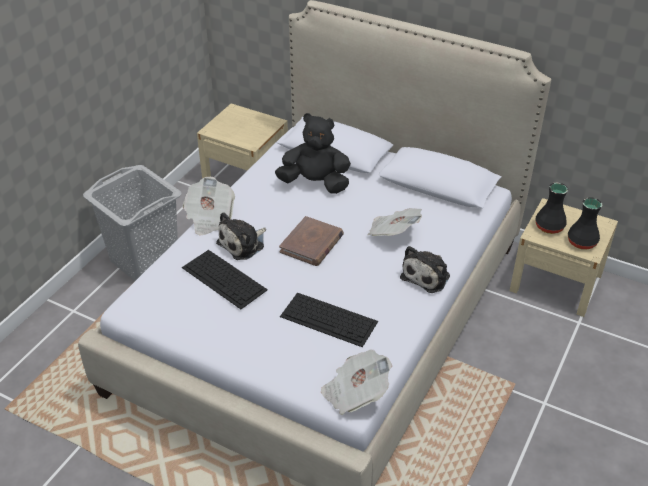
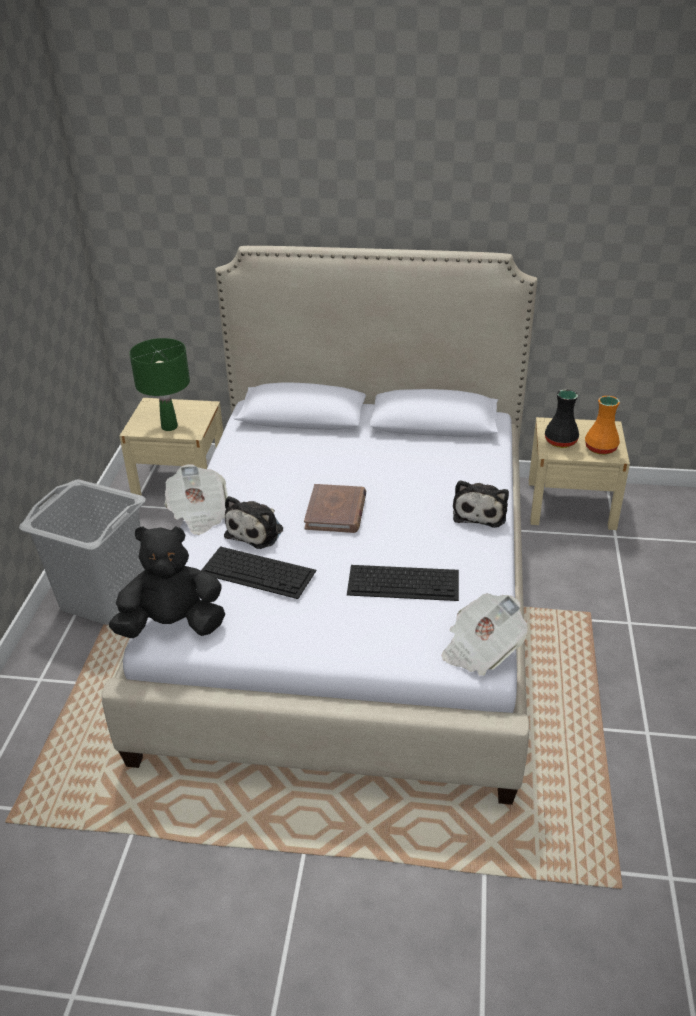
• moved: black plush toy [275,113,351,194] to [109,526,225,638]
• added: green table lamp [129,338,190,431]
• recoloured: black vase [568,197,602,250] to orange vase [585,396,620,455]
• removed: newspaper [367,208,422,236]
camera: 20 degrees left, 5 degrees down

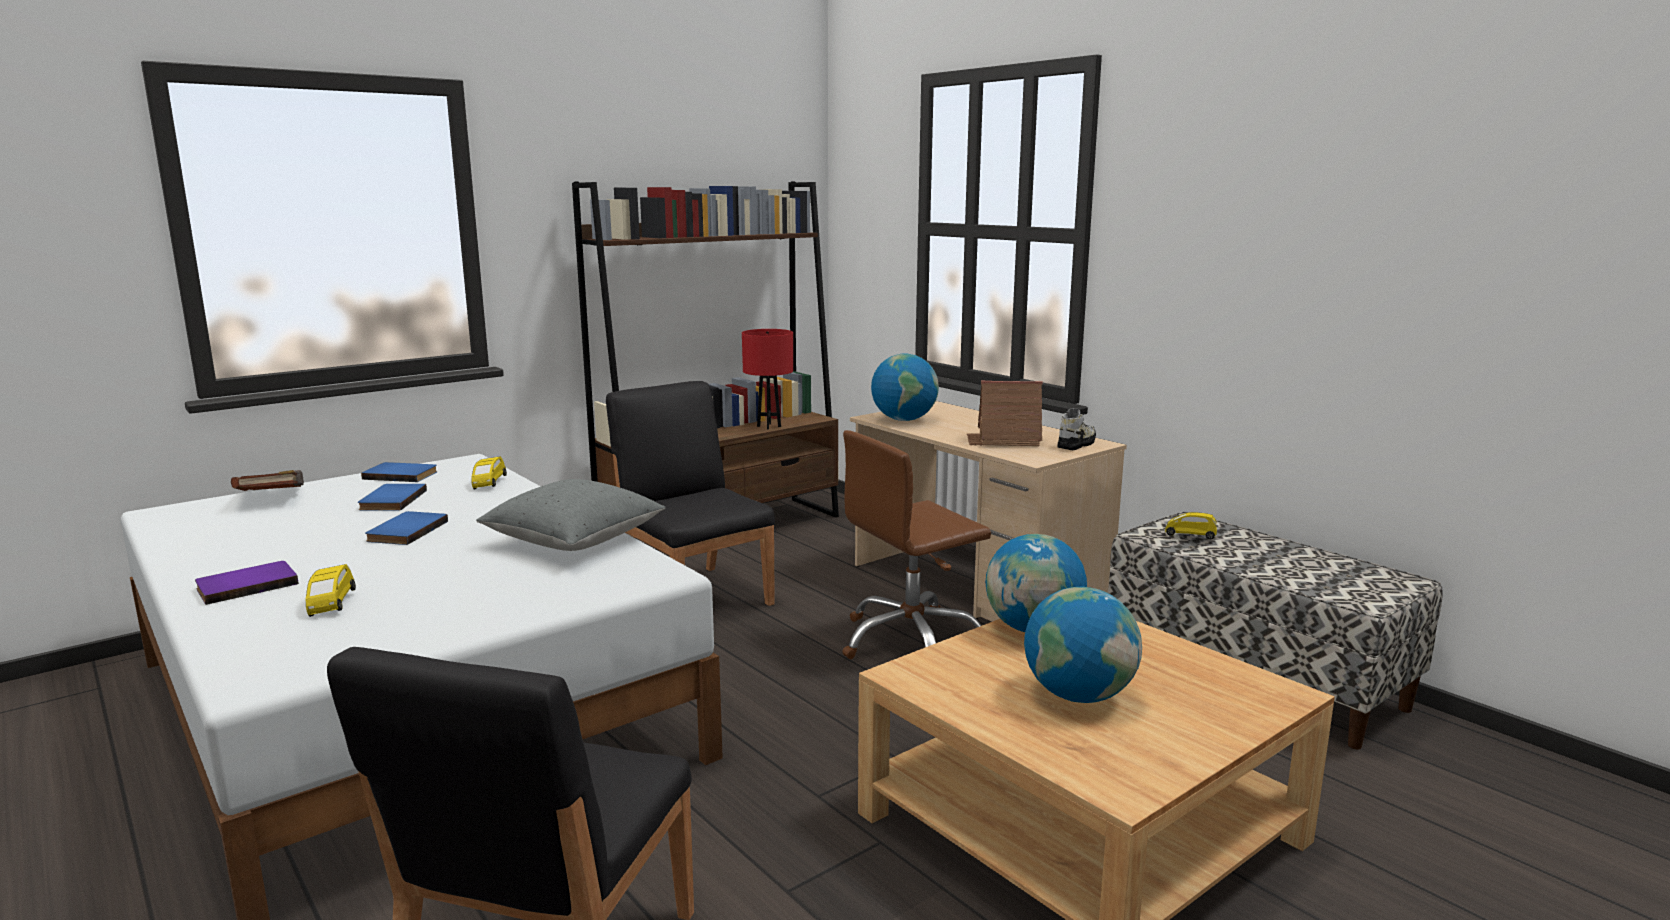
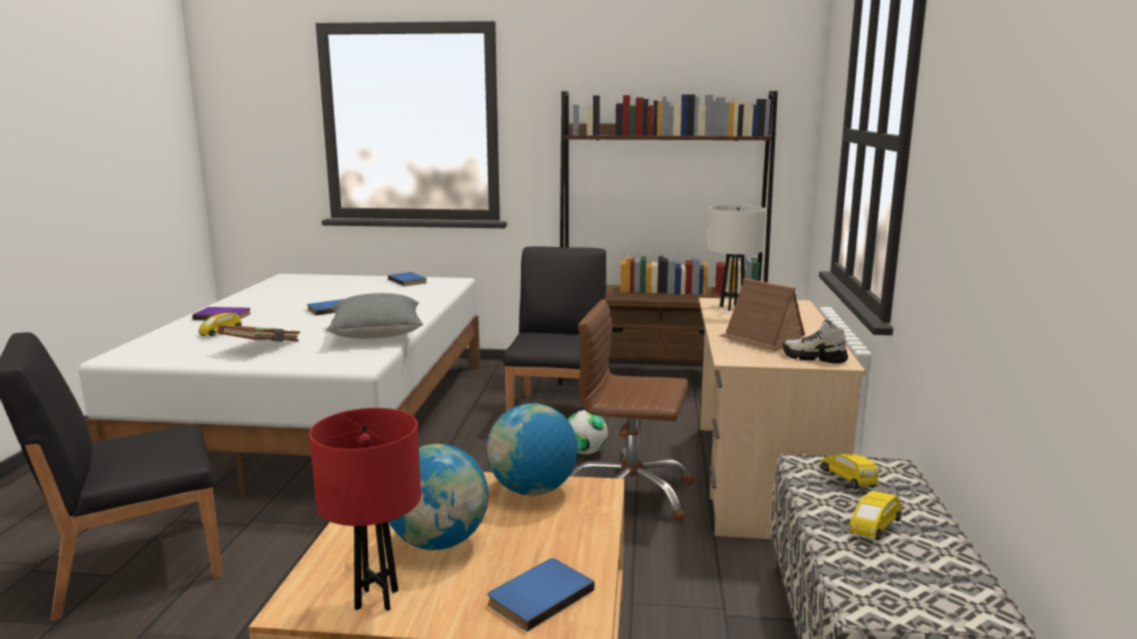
• moved: brown book [231,470,304,491] to [218,325,301,342]
• moved: red table lamp [742,329,793,429] to [309,408,421,611]
• moved: blue book [358,484,427,510] to [488,558,595,631]
• added: football [568,410,608,454]
• replaced: globe [871,354,939,421] to white table lamp [709,205,766,311]
• turned: shoe [1057,408,1096,450] = [782,320,848,364] 150 degrees counterclockwise
• moved: yellow toy car [471,456,507,489] to [849,490,902,540]
camera: 45 degrees right, 0 degrees up

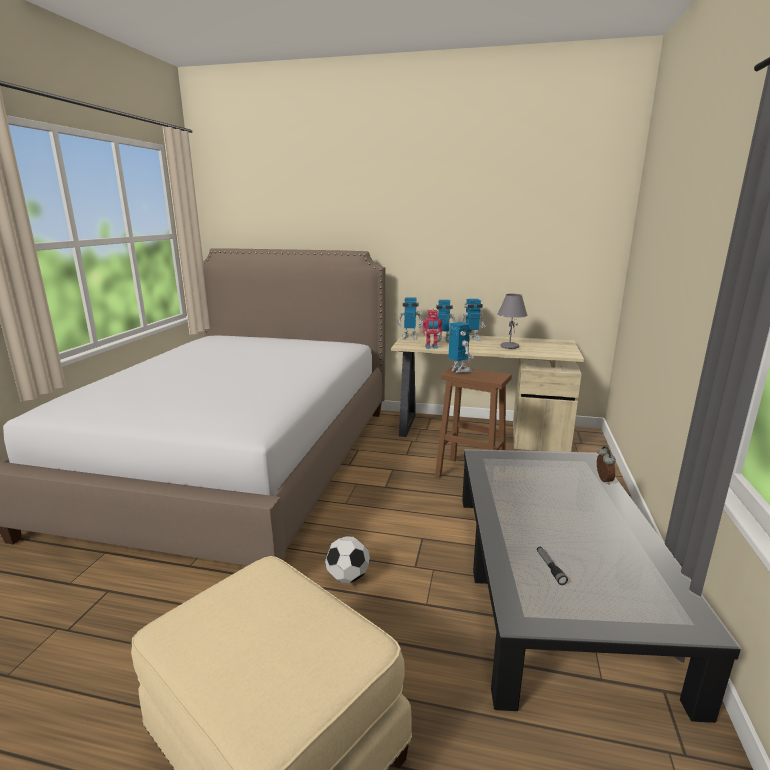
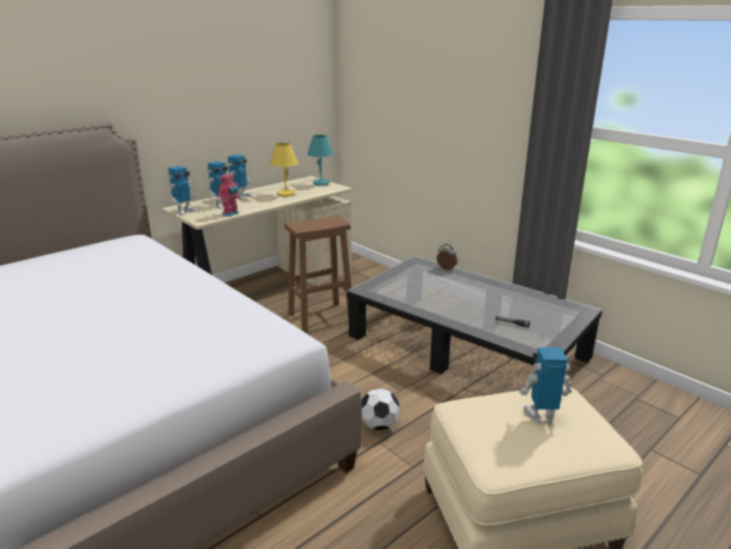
• recoloured: grey table lamp [498,294,528,349] to yellow table lamp [270,143,298,197]
• added: turquoise table lamp [307,135,334,185]
• moved: toy robot [448,322,474,373] to [519,347,572,425]
camera: 55 degrees left, 5 degrees up

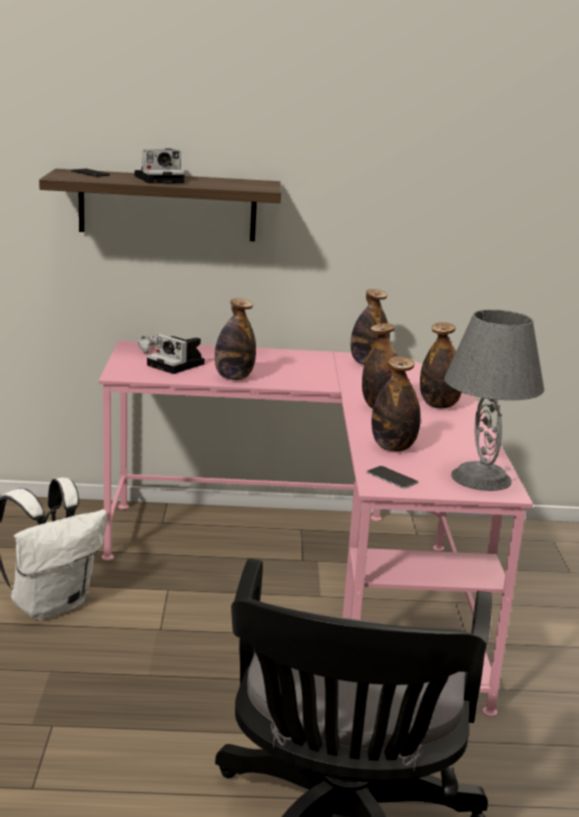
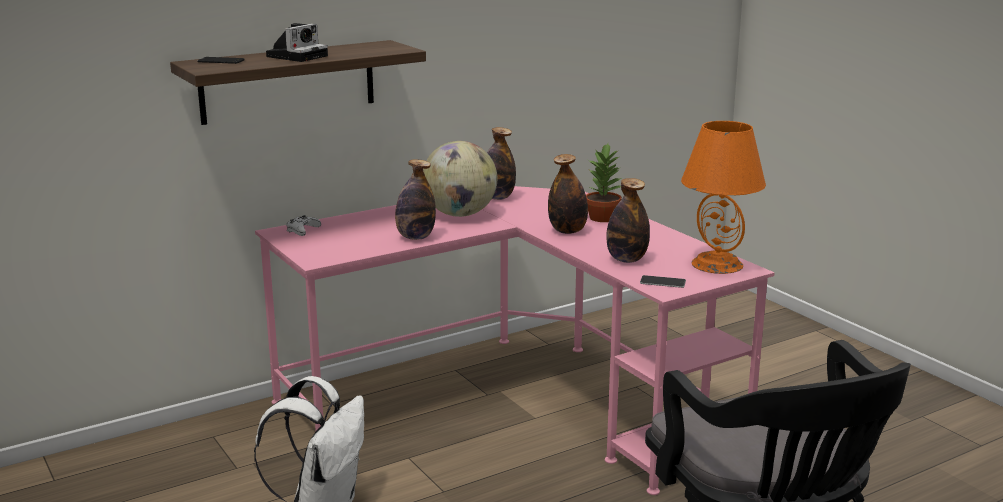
• added: globe [423,141,497,217]
• replaced: bottle [420,323,462,408] to potted plant [586,143,622,222]
• recoloured: grey table lamp [444,310,545,491] to orange table lamp [681,121,766,274]
• removed: photo camera [147,334,205,374]
camera: 30 degrees left, 0 degrees up

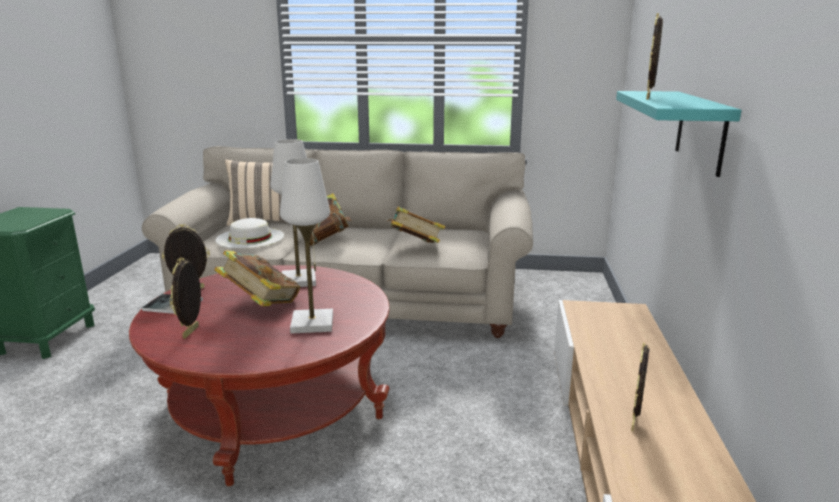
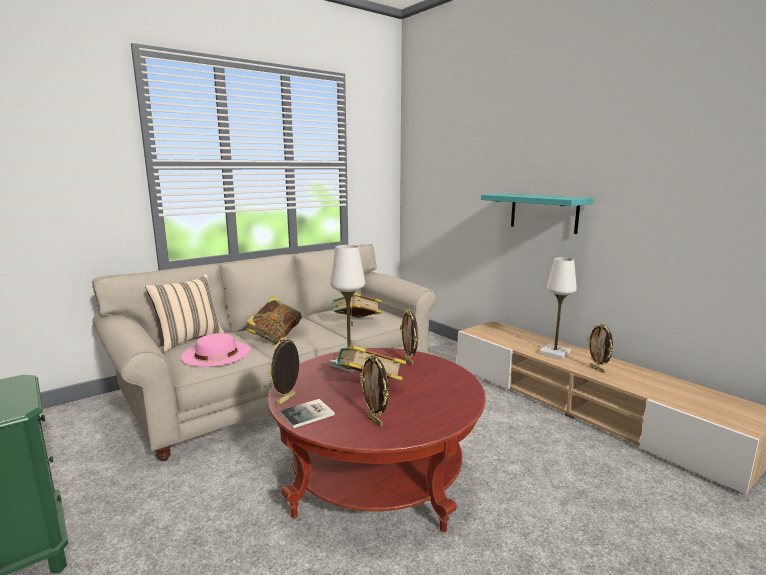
• recoloured: white hat [215,218,284,249] to pink hat [181,333,250,367]
• moved: picture frame [646,13,663,100] to [401,309,418,366]
• moved: white table lamp [280,158,333,334] to [540,257,577,360]
camera: 45 degrees left, 5 degrees down

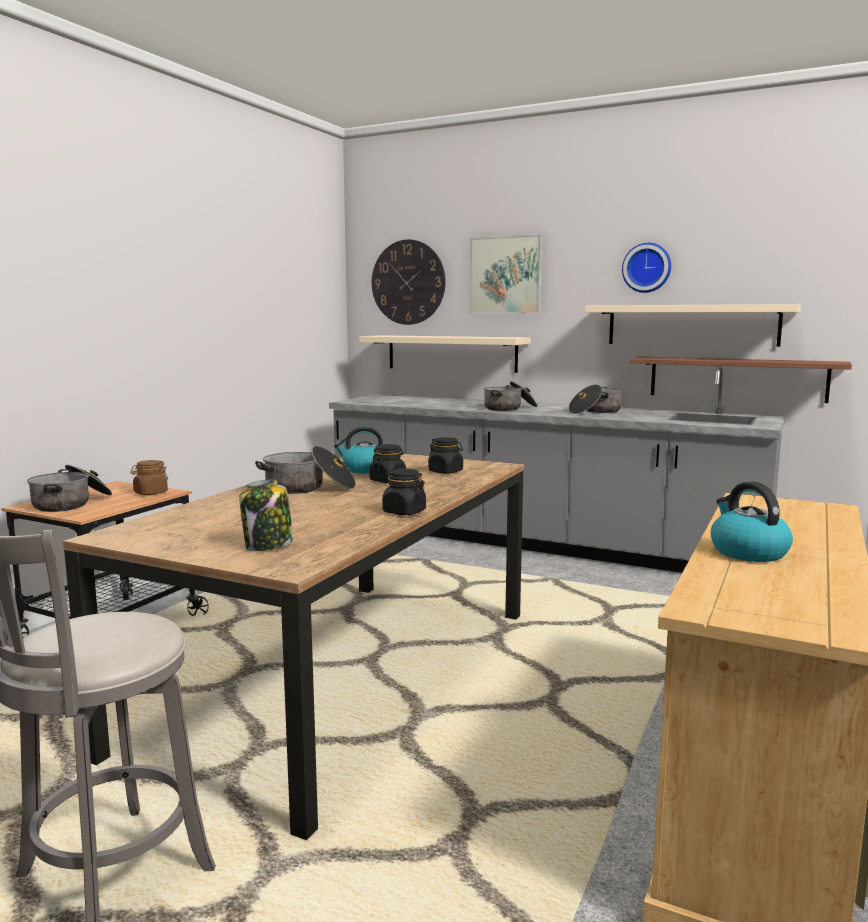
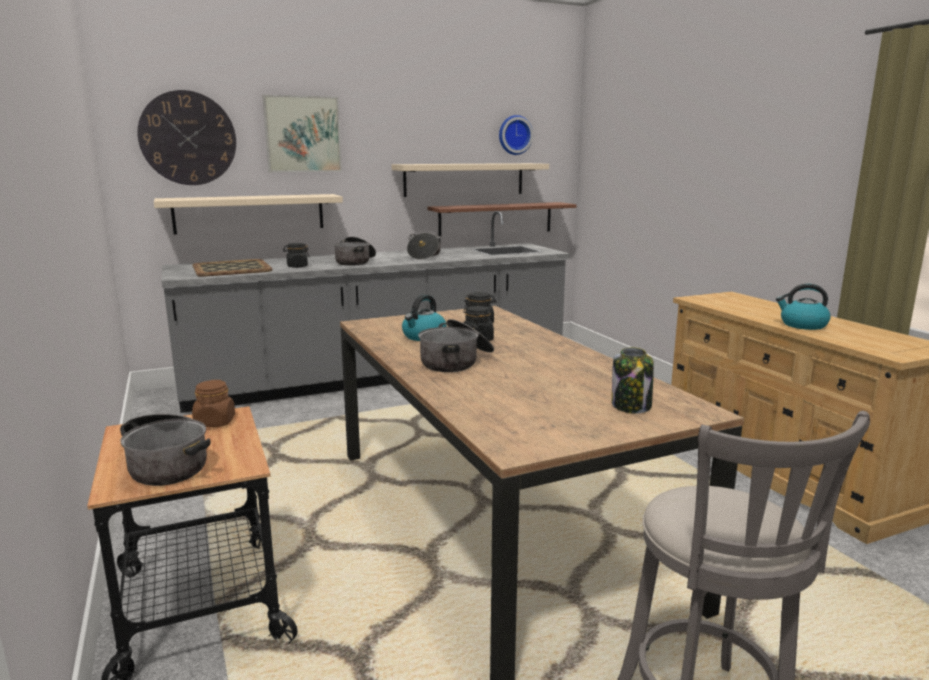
• added: tray [192,259,273,277]
• moved: black jar [382,468,426,515] to [283,243,310,268]
• moved: wall clock [622,243,671,293] to [499,115,533,155]
camera: 50 degrees left, 5 degrees up

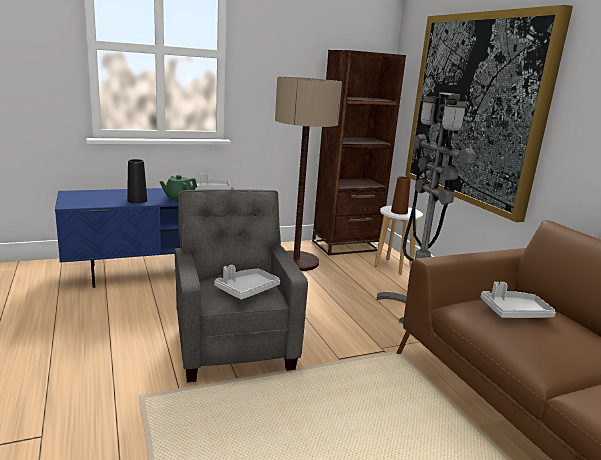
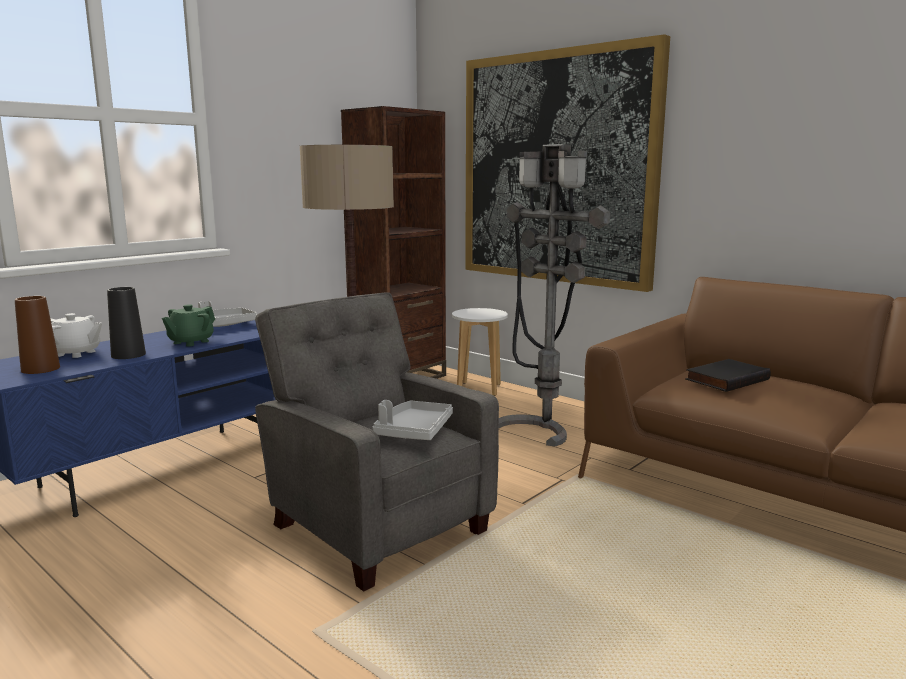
• moved: brown vase [391,177,411,215] to [15,296,60,374]
• added: white teapot [50,313,102,358]
• replaced: grey tray [481,282,556,318] to black book [685,359,771,392]
camera: 25 degrees left, 5 degrees down

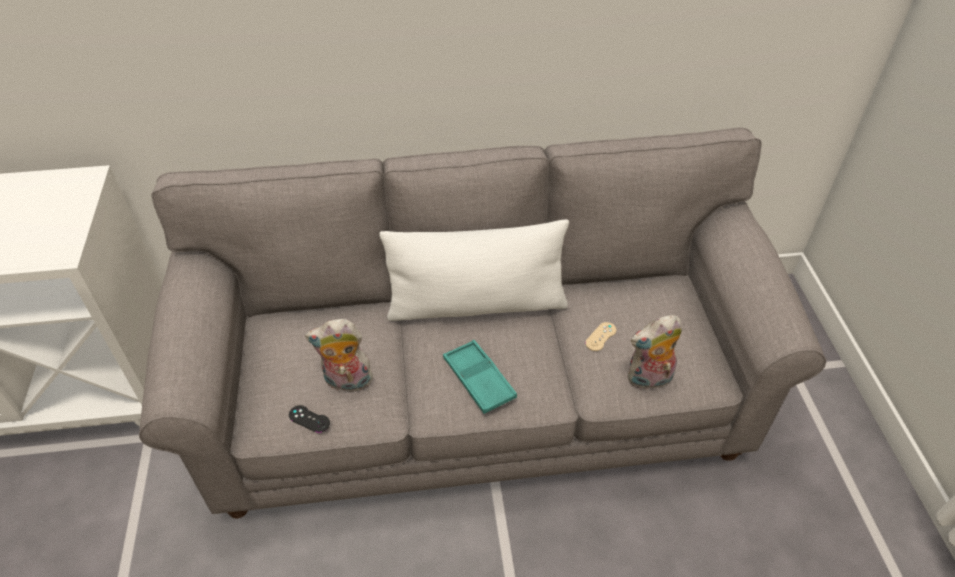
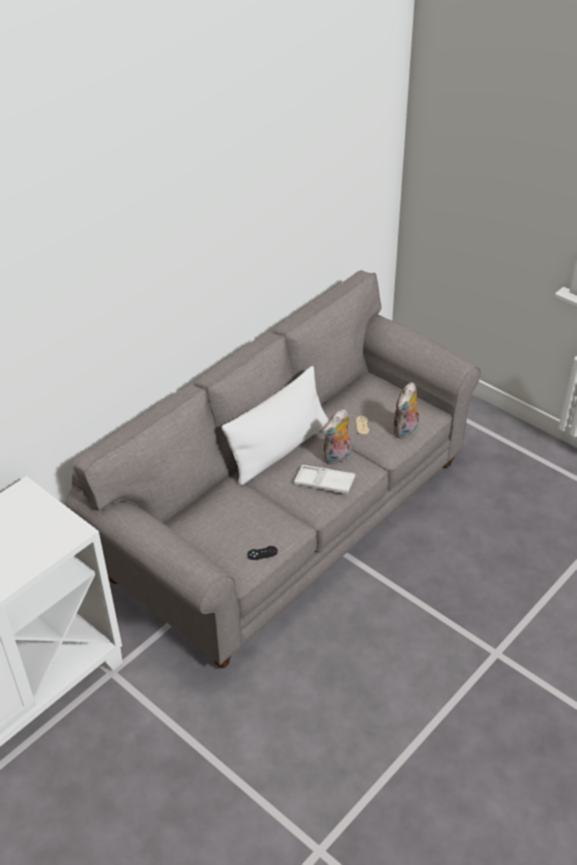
• recoloured: turquoise tray [443,340,517,414] to white tray [294,465,355,494]
• moved: plush toy [305,319,375,392] to [323,409,351,465]
camera: 40 degrees left, 5 degrees down

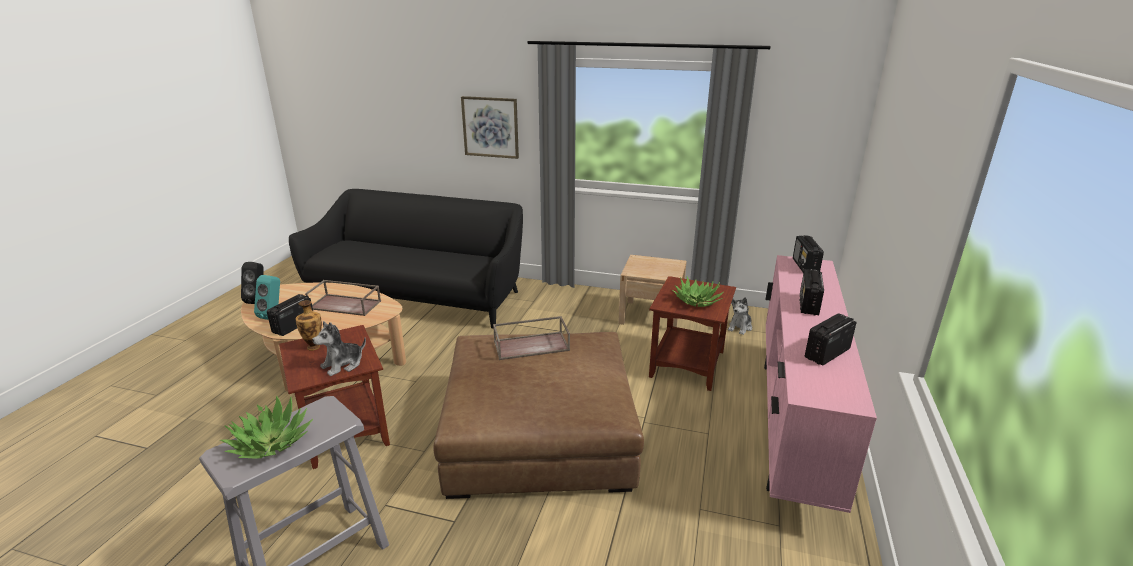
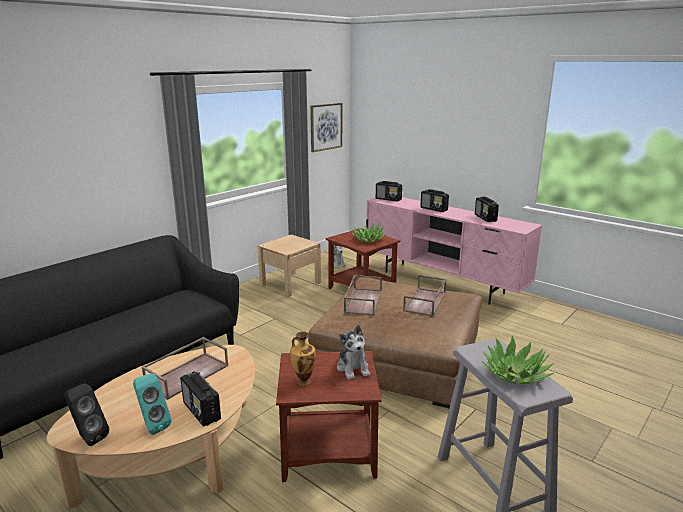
• moved: picture [461,96,519,159] to [310,103,342,152]
• added: brown tray [403,275,446,317]
camera: 65 degrees left, 5 degrees down

